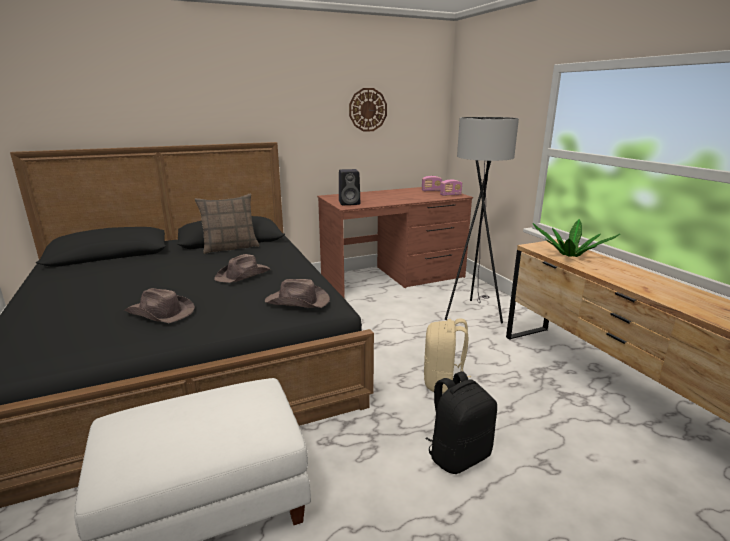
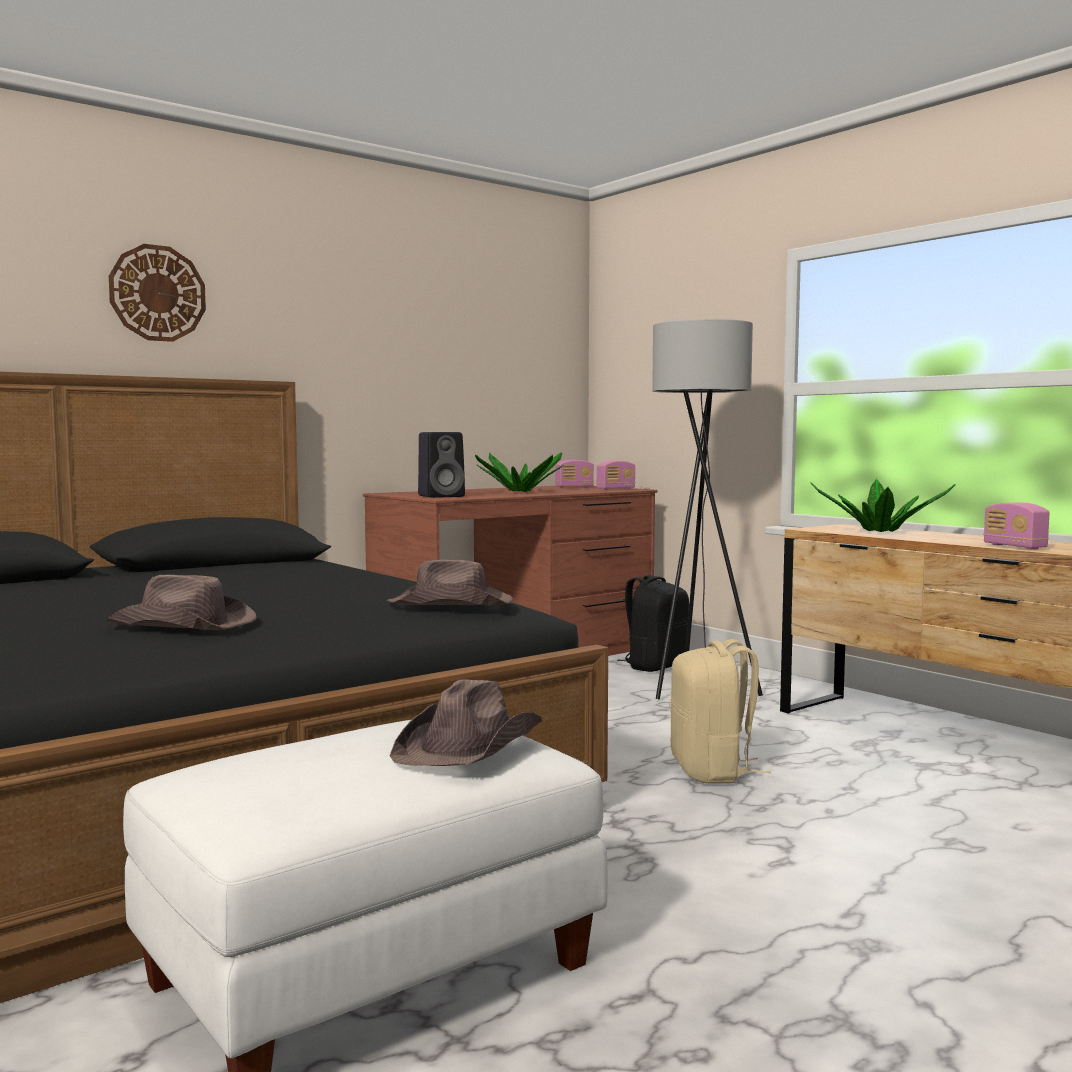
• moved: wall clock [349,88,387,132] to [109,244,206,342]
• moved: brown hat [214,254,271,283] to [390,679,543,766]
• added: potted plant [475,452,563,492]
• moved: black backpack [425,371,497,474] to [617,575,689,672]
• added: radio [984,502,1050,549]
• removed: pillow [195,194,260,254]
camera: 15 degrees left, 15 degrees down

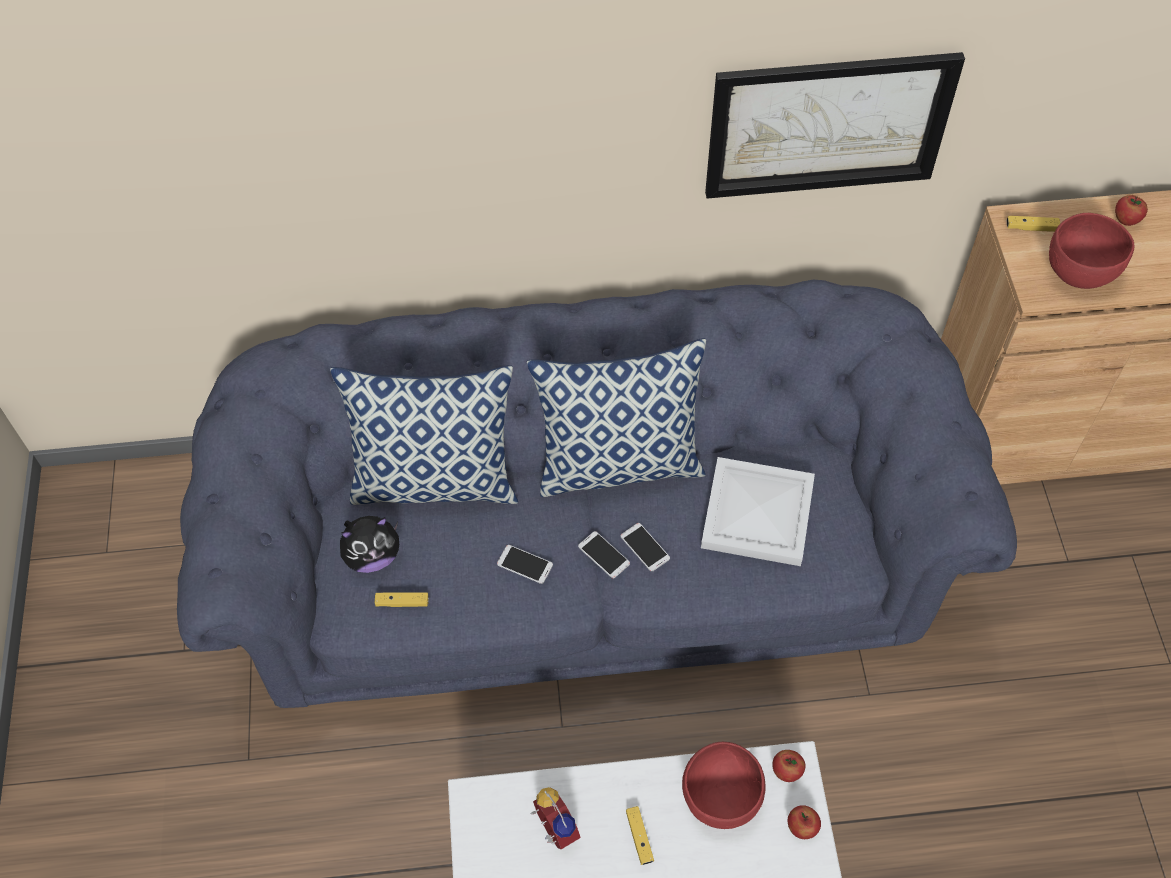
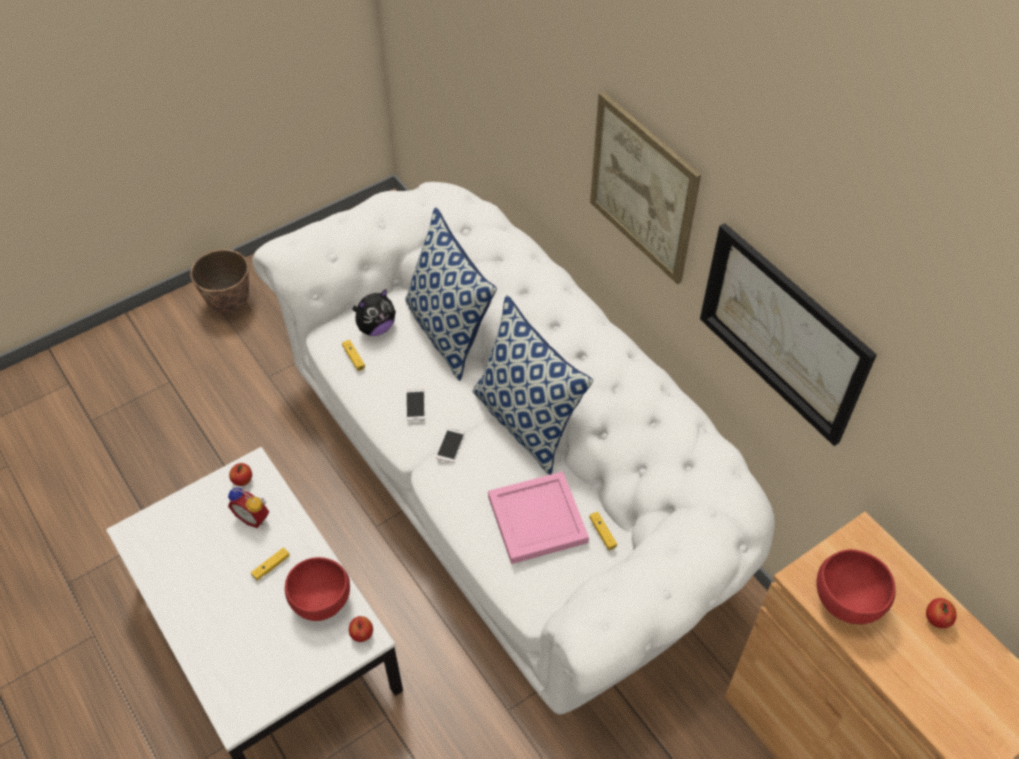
• added: planter [190,249,249,314]
• turned: alarm clock [531,787,581,849] = [228,487,269,528] 90 degrees clockwise
• moved: apple [788,805,821,839] to [229,463,252,486]
• recoloured: blue sofa [177,280,1017,708] to white sofa [252,182,775,714]
• turned: plush toy [340,516,399,573] = [352,288,396,336] 75 degrees counterclockwise
• recoloured: white tray [701,457,815,566] to pink tray [488,471,589,564]
• moved: yellow game controller [1007,216,1060,232] to [589,512,617,550]
• added: picture [590,92,701,285]
• removed: phone [621,523,670,571]
camera: 60 degrees right, 5 degrees down

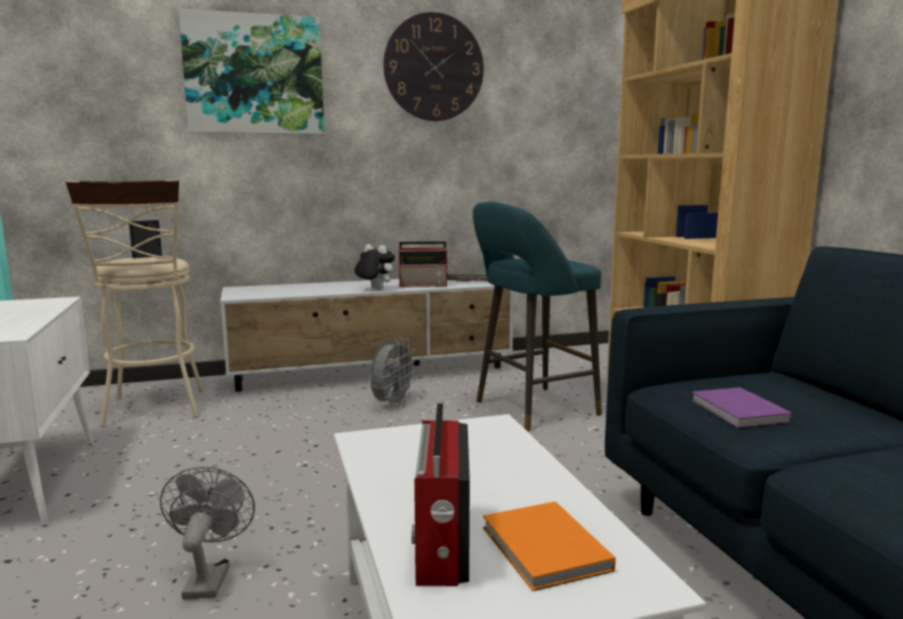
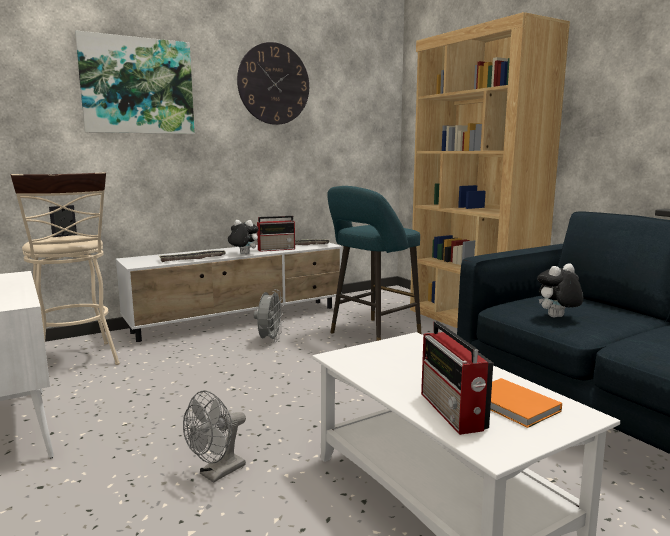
• added: tray [158,250,226,262]
• turned: grey fan [160,467,255,599] = [183,391,246,483] 120 degrees counterclockwise
• replaced: purple book [691,387,792,428] to plush toy [537,263,583,317]
camera: 15 degrees left, 0 degrees up

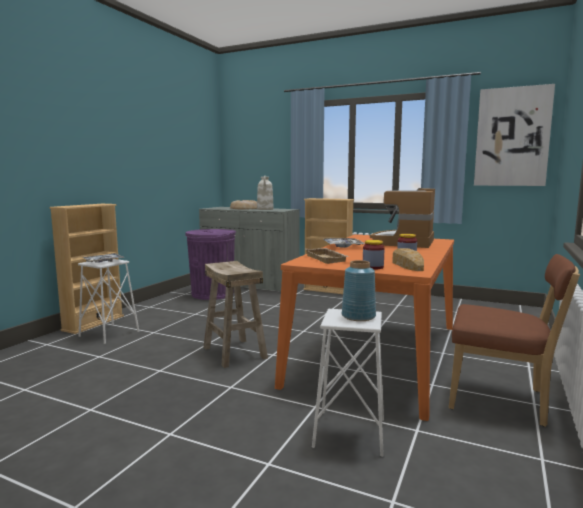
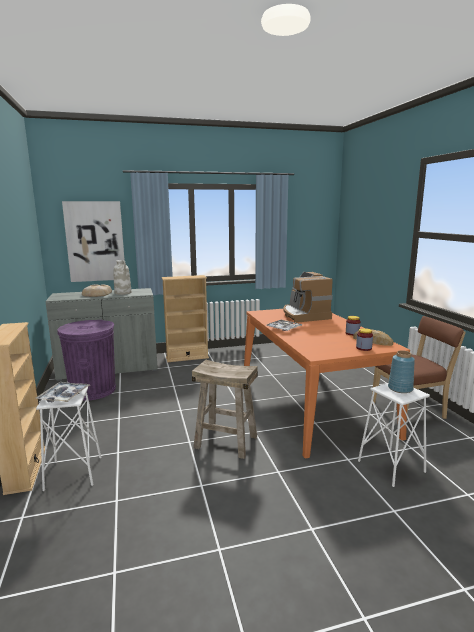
• moved: picture [474,84,555,186] to [62,201,124,282]
• removed: beige tray [305,248,349,264]
camera: 40 degrees left, 5 degrees up

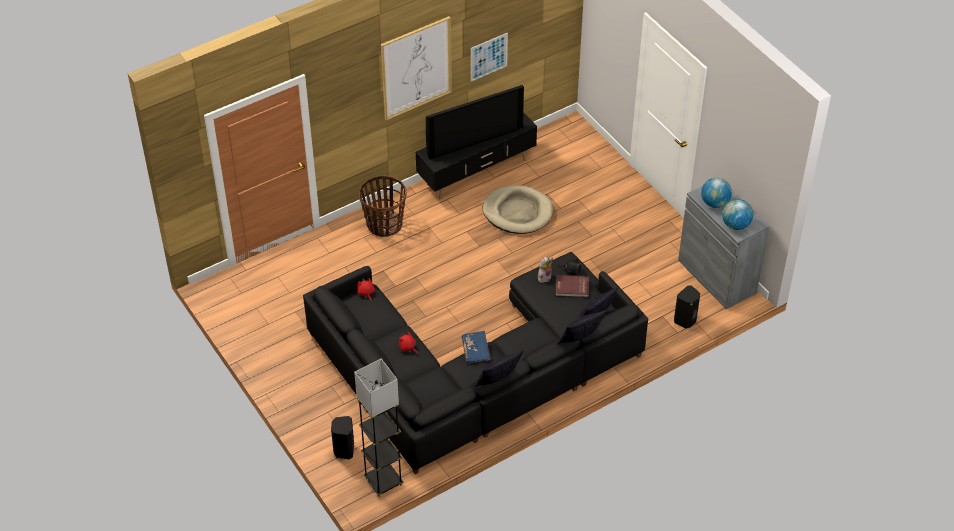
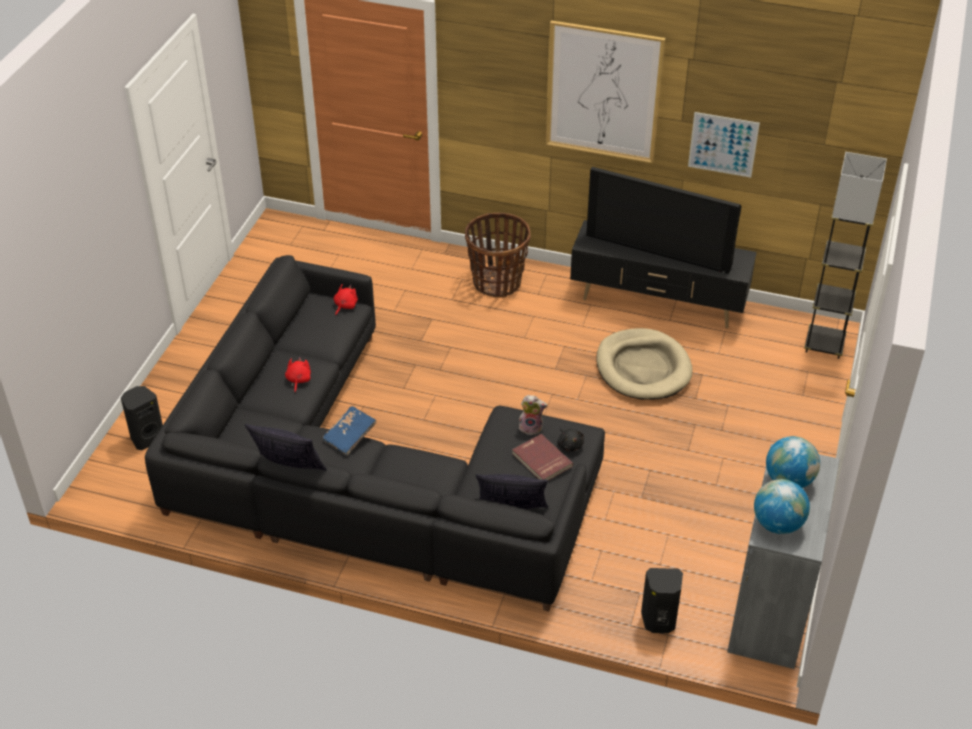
• moved: grey floor lamp [354,359,404,497] to [804,152,887,359]
• removed: pillow [558,310,607,344]
camera: 50 degrees right, 5 degrees down

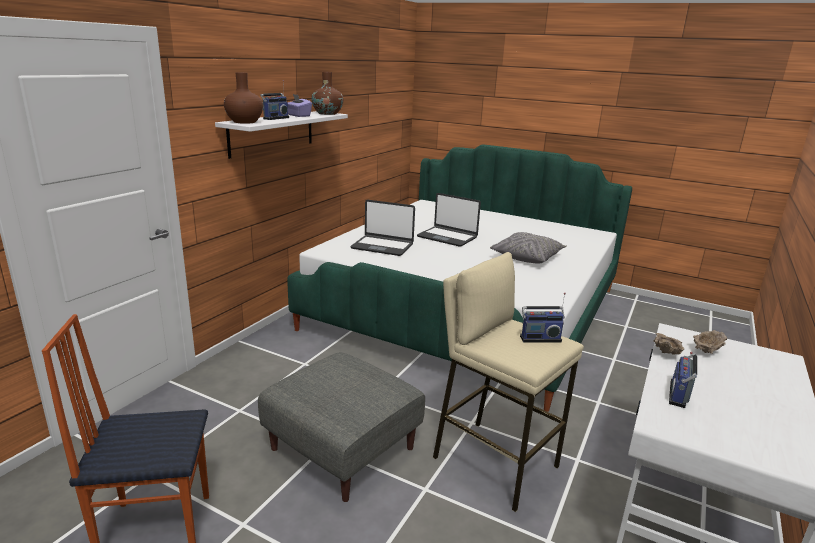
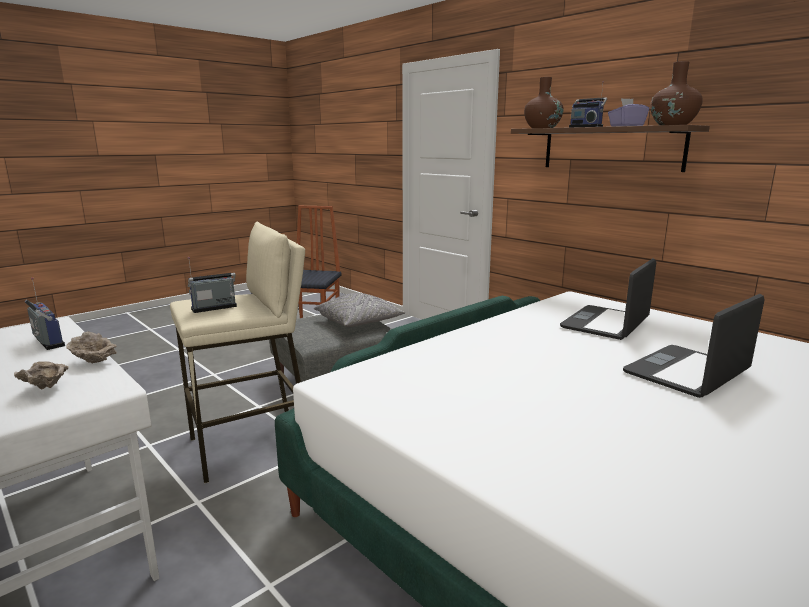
• turned: radio [520,293,566,343] = [188,257,237,313] 45 degrees clockwise
• moved: grey pillow [490,232,567,264] to [314,293,405,327]
• recoloured: white shelf [215,111,348,159] to brown shelf [511,125,710,172]
camera: 110 degrees right, 5 degrees down

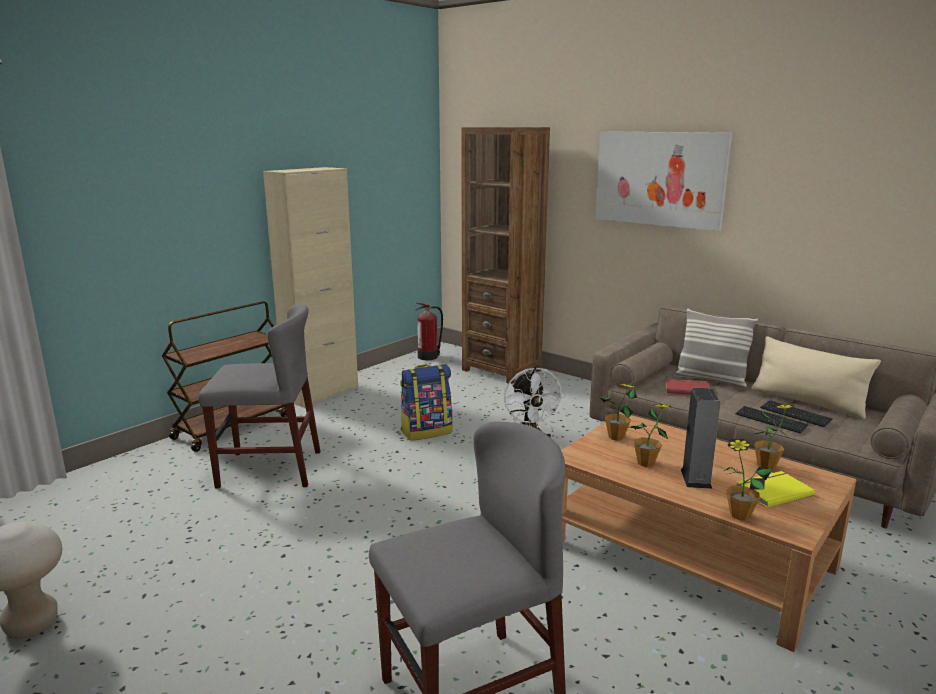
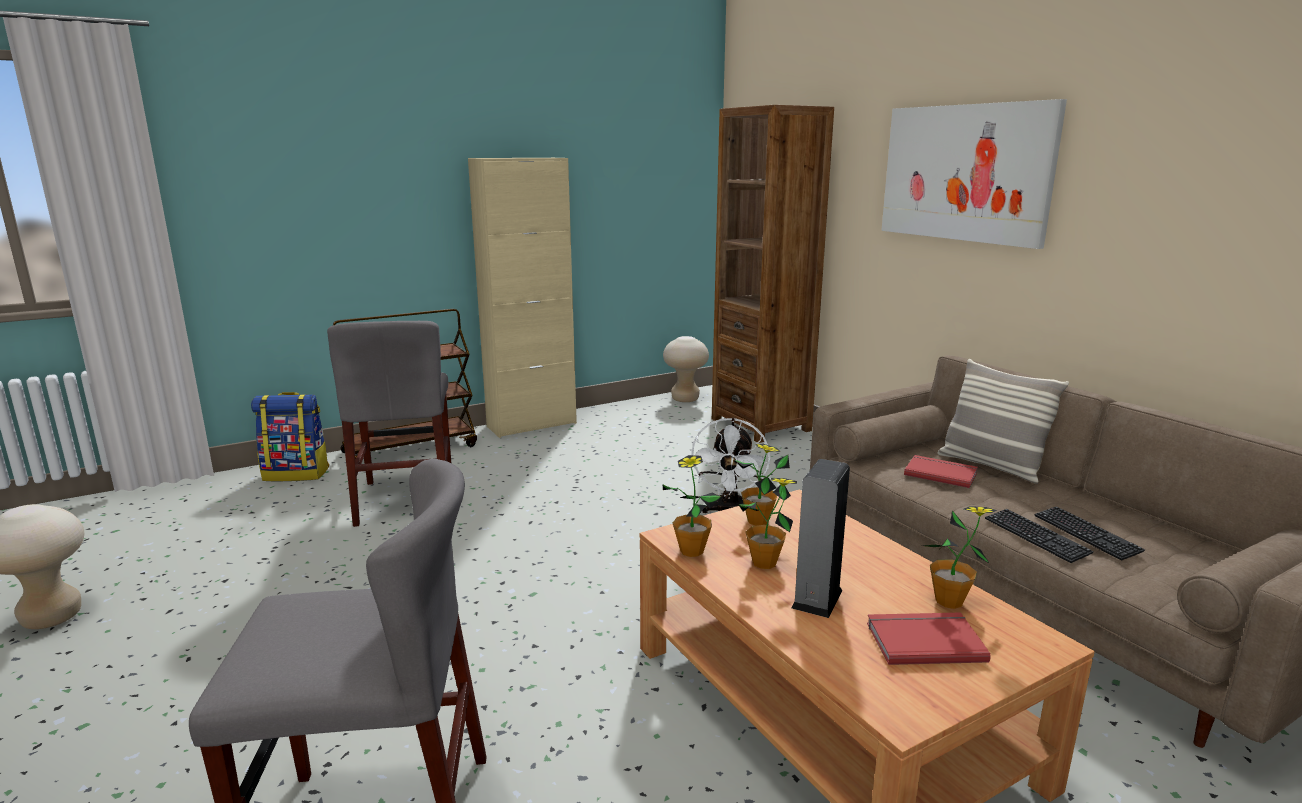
• moved: backpack [400,364,453,441] to [251,392,329,481]
• turned: grey chair [199,304,320,489] = [327,321,451,527] 60 degrees clockwise
• replaced: fire extinguisher [415,303,443,360] to beige stool [663,336,709,402]
• moved: potted plant [724,439,773,521] to [663,455,722,557]
• recoloured: yellow book [736,471,815,508] to red book [867,613,991,665]
• removed: beige pillow [751,336,881,420]
camera: 20 degrees right, 0 degrees up

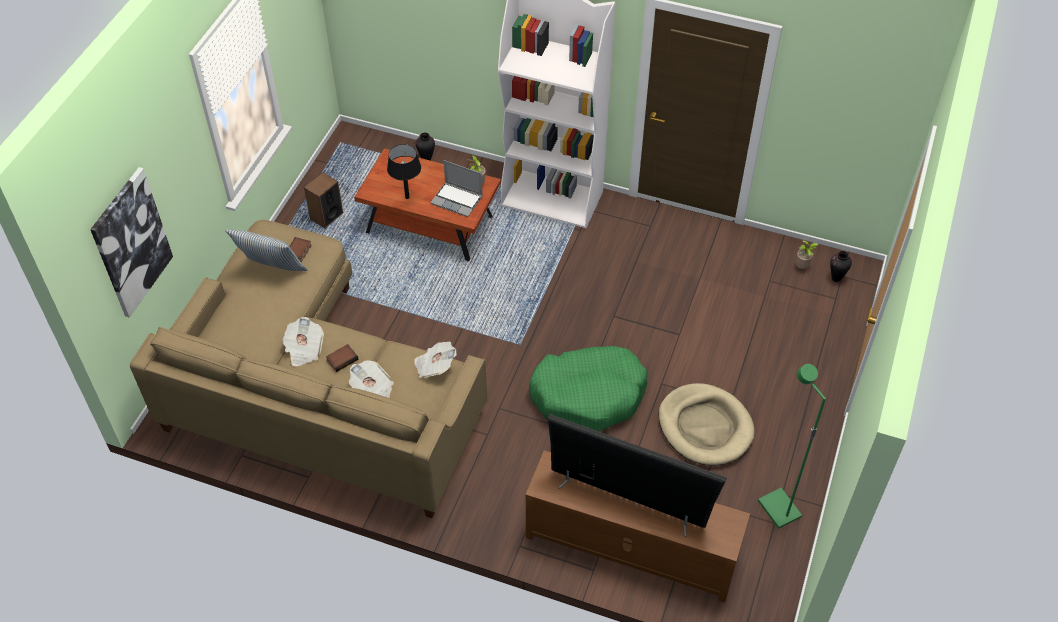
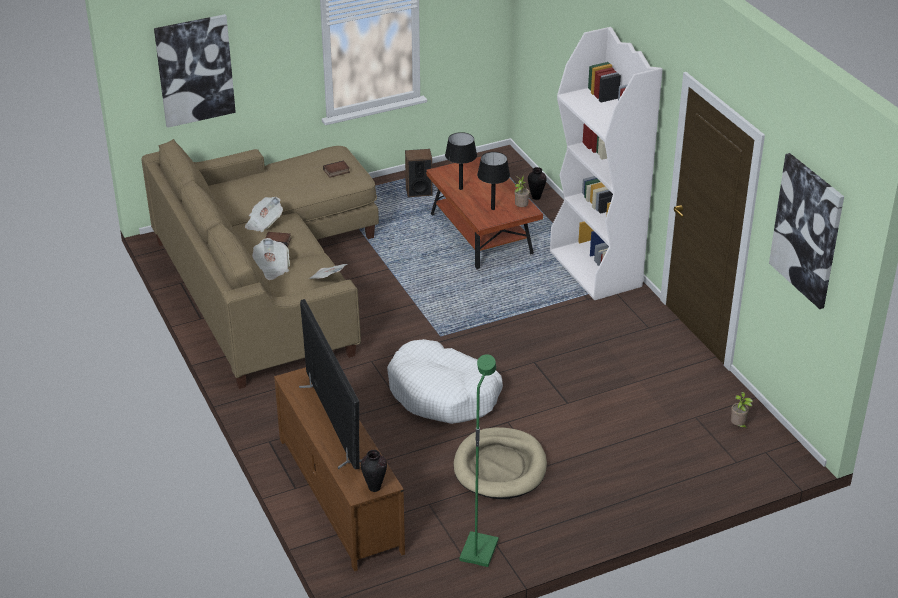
• moved: vase [830,251,852,282] to [361,450,387,492]
• recoloured: green dog bed [529,346,648,431] to white dog bed [387,339,503,424]
• replaced: laptop [430,160,483,217] to black table lamp [477,152,510,210]
• added: picture [769,153,844,309]
• removed: pillow [225,229,308,271]
camera: 45 degrees right, 15 degrees down

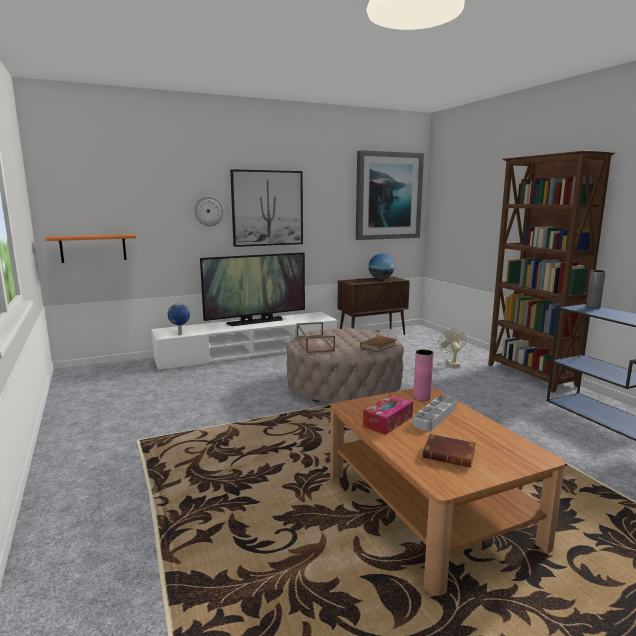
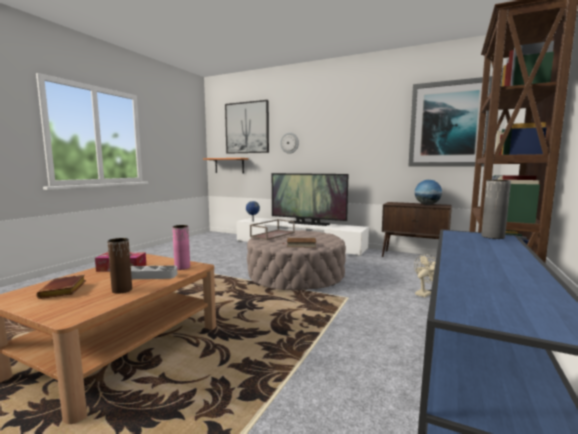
• added: brown vase [108,238,132,294]
• moved: picture [230,169,303,247] to [225,100,269,154]
camera: 50 degrees right, 5 degrees down

